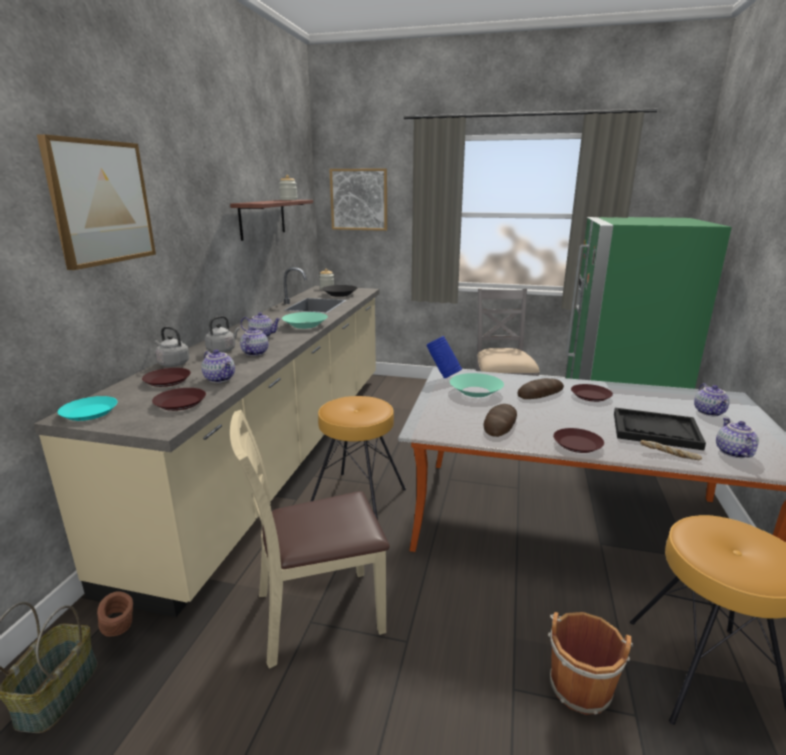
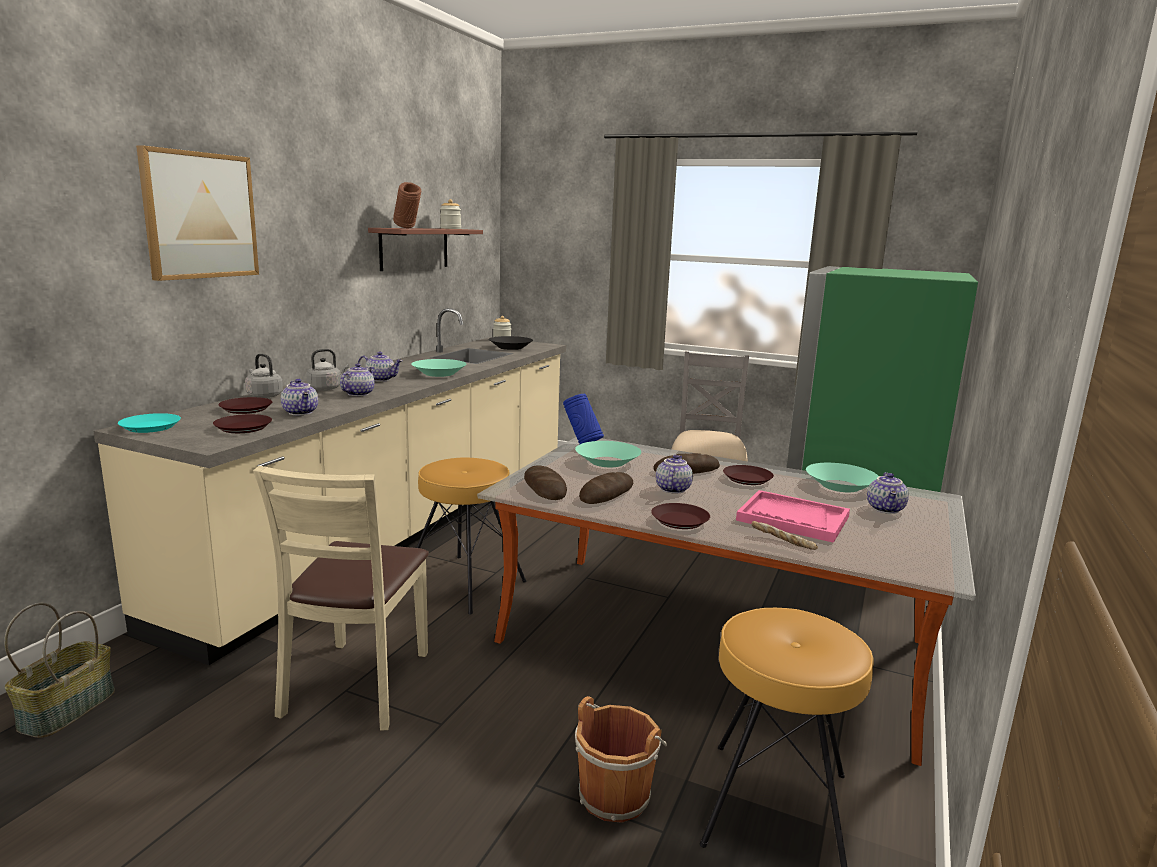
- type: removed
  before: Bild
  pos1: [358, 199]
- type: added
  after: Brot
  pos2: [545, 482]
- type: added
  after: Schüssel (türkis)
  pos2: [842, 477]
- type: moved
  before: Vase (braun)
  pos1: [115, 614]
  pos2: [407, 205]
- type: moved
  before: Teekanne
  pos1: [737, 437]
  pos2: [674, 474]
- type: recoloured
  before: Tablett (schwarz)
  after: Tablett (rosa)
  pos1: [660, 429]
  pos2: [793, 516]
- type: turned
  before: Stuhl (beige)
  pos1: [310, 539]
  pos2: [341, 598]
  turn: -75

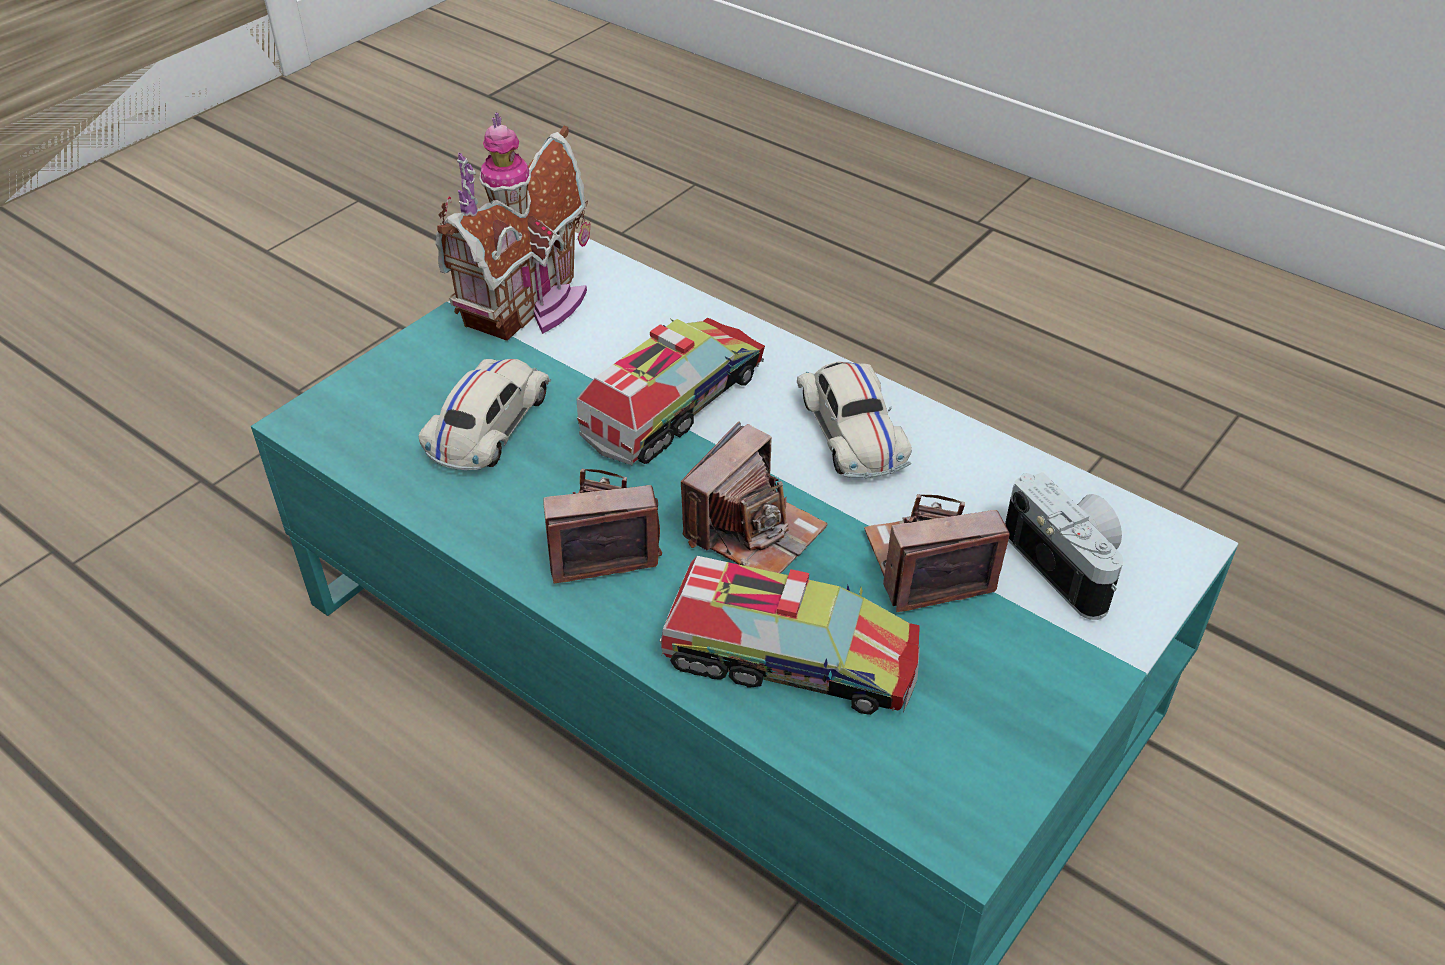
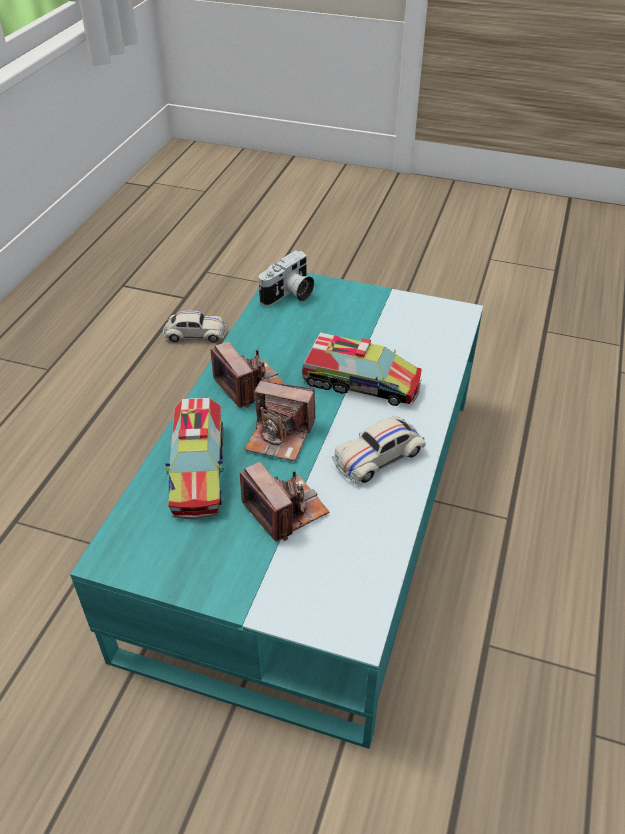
- type: removed
  before: Spielzeughaus
  pos1: [513, 226]
- type: moved
  before: Spielzeugauto (weiß)
  pos1: [484, 414]
  pos2: [195, 327]
- type: moved
  before: Kamera
  pos1: [1064, 546]
  pos2: [286, 278]

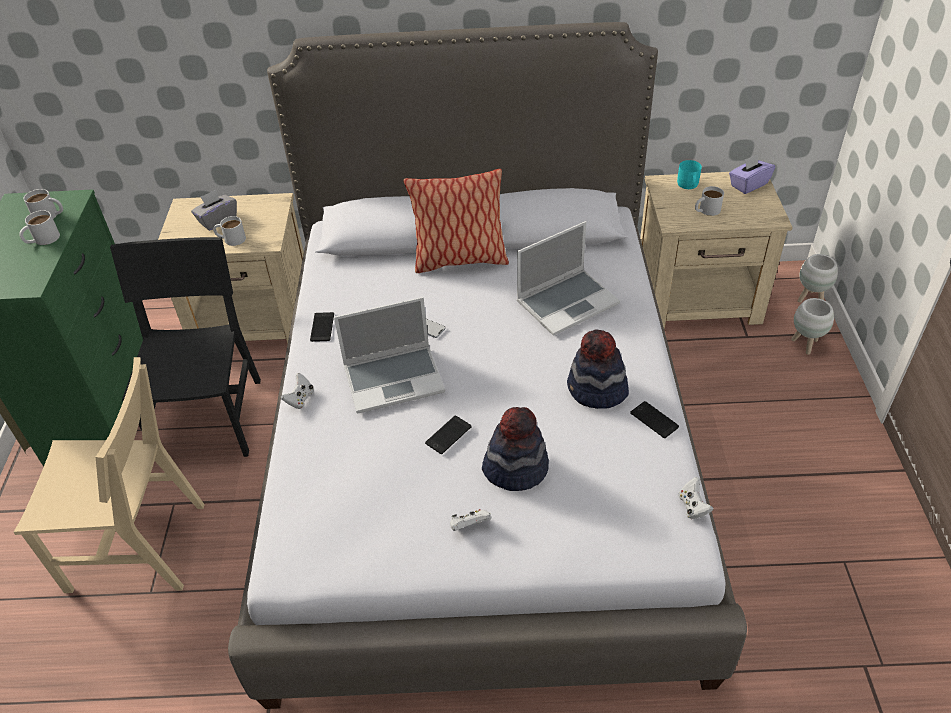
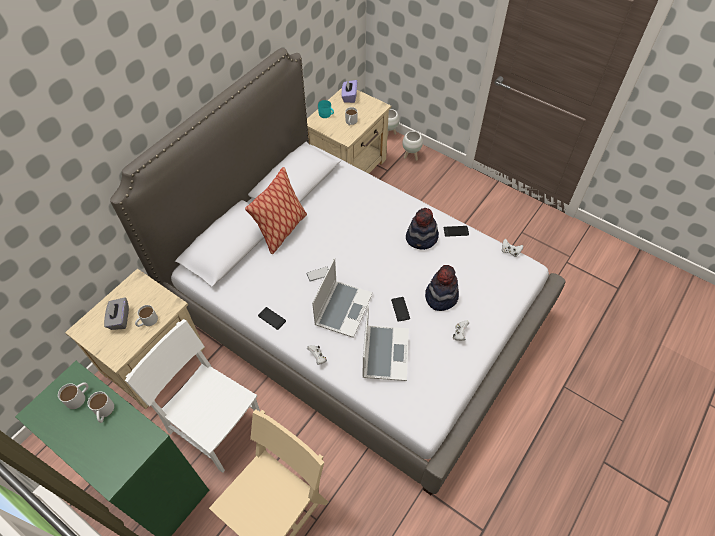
- type: moved
  before: Laptop
  pos1: [568, 278]
  pos2: [385, 342]
- type: recoloured
  before: Stuhl (schwarz)
  after: Stuhl (weiß)
  pos1: [185, 347]
  pos2: [192, 396]

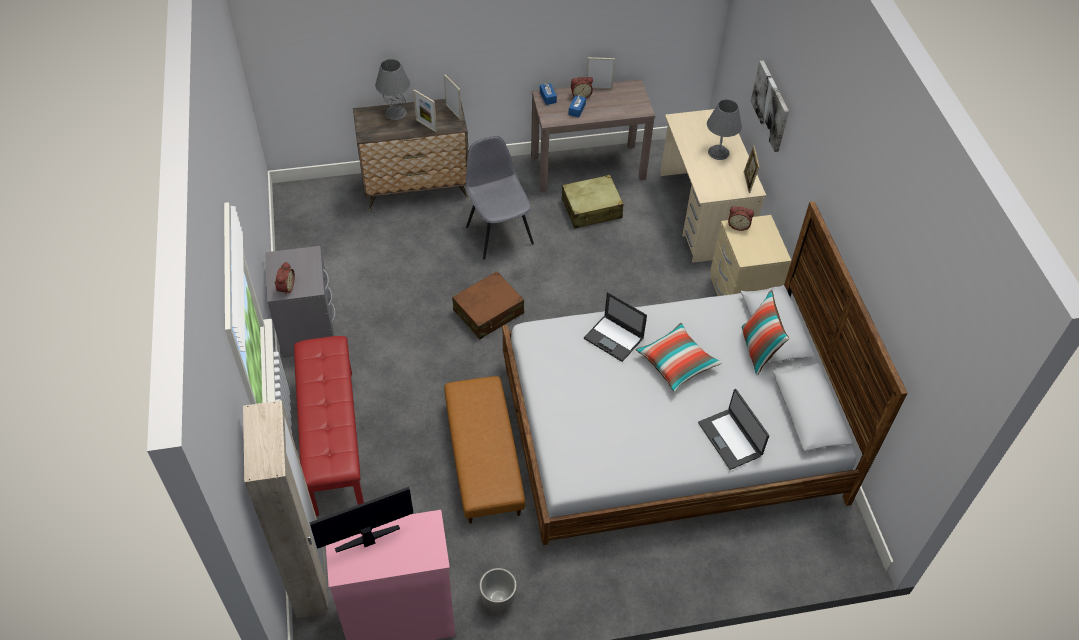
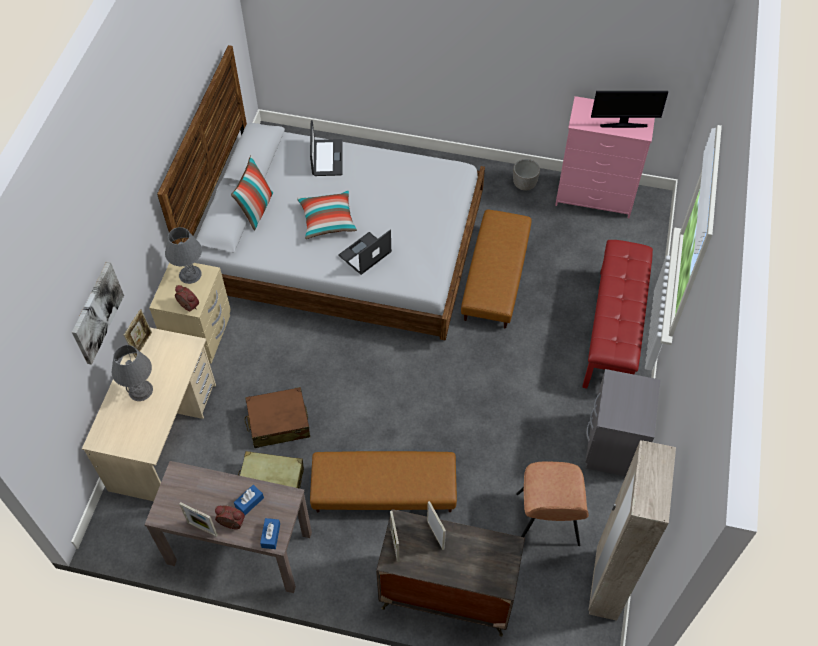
- type: removed
  before: Wecker
  pos1: [284, 279]
- type: added
  after: Stuhl (braun)
  pos2: [552, 504]
- type: moved
  before: Kleiderschrank (beige)
  pos1: [285, 509]
  pos2: [632, 530]
- type: moved
  before: Tischlampe (grau)
  pos1: [392, 89]
  pos2: [183, 255]
- type: moved
  before: Koffer (braun)
  pos1: [488, 305]
  pos2: [277, 417]
- type: replaced
  before: Stuhl (grau)
  after: Polsterhocker (braun)
  pos1: [500, 197]
  pos2: [383, 481]
- type: turned
  before: Laptop
  pos1: [615, 327]
  pos2: [365, 252]
  turn: -105

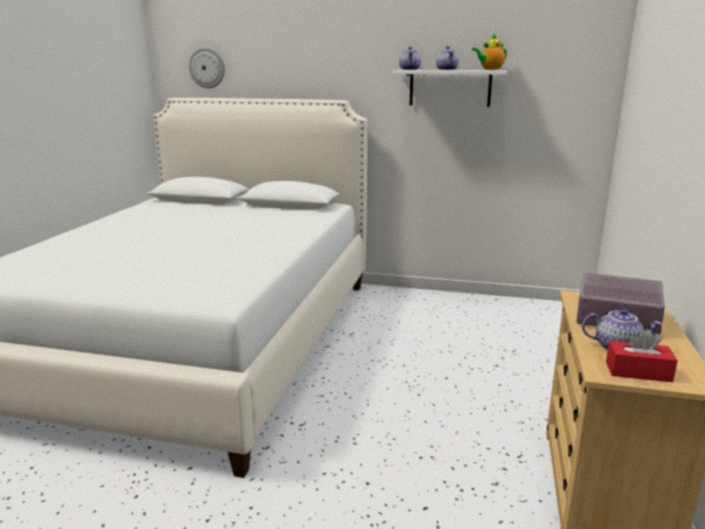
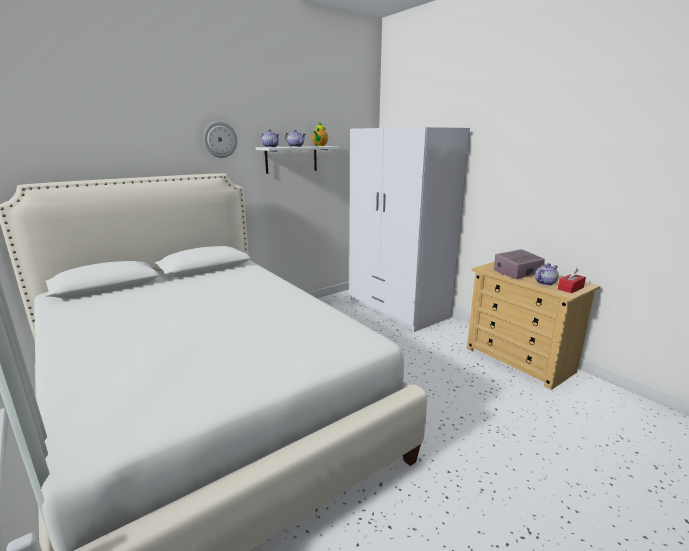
- type: added
  after: Kleiderschrank (weiß)
  pos2: [409, 229]
- type: moved
  before: Wanduhr
  pos1: [206, 67]
  pos2: [220, 139]

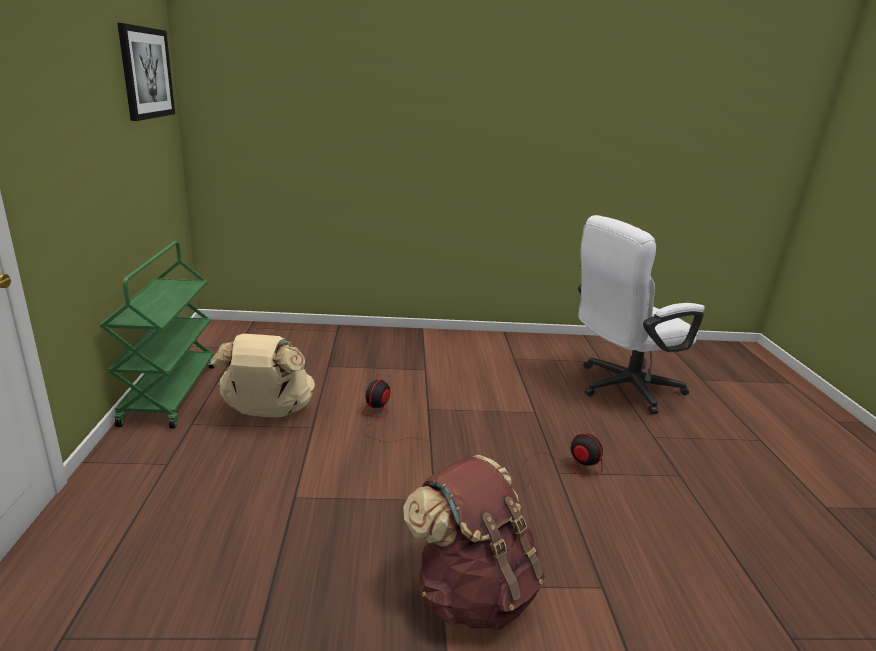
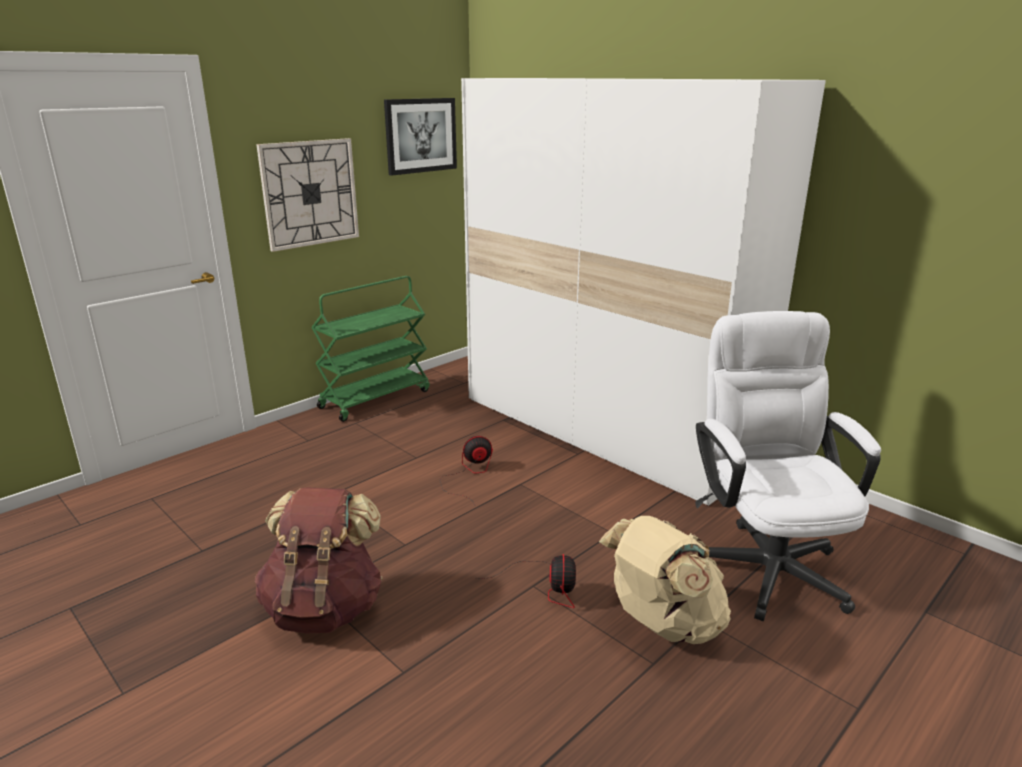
- type: added
  after: Wanduhr
  pos2: [307, 195]
- type: added
  after: Kleiderschrank (weiß)
  pos2: [643, 292]
- type: moved
  before: Rucksack (beige)
  pos1: [263, 375]
  pos2: [665, 580]
- type: turned
  before: Bürostuhl (weiß)
  pos1: [641, 314]
  pos2: [788, 466]
  turn: 60

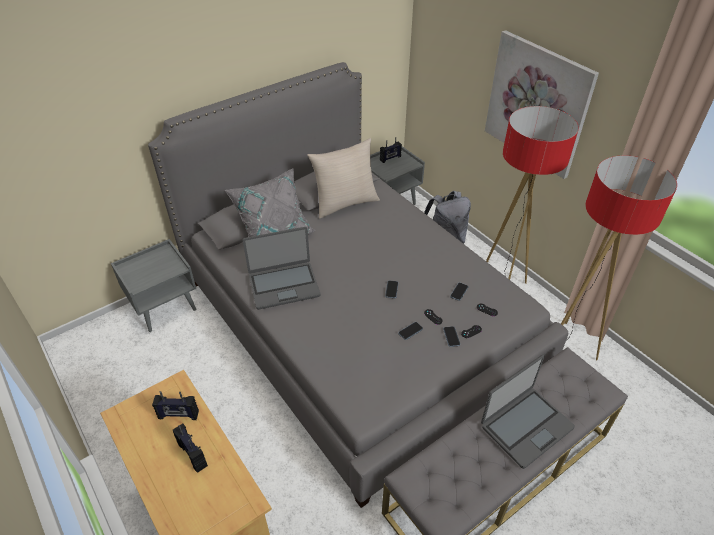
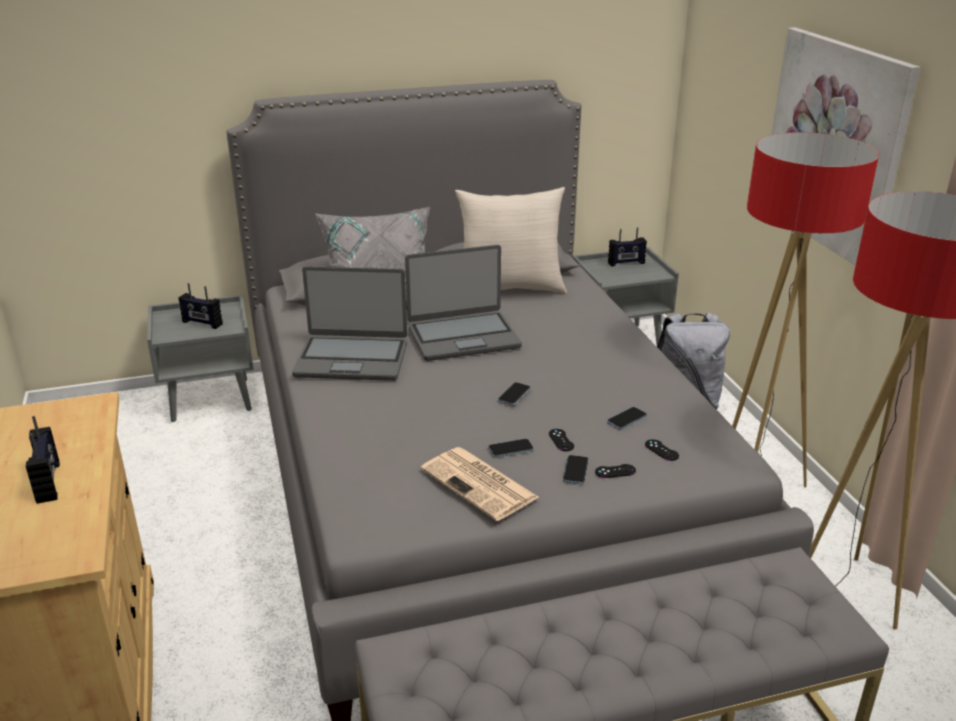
- type: added
  after: Zeitung
  pos2: [480, 484]
- type: moved
  before: Radio
  pos1: [175, 405]
  pos2: [200, 306]
- type: moved
  before: Laptop
  pos1: [528, 412]
  pos2: [463, 303]

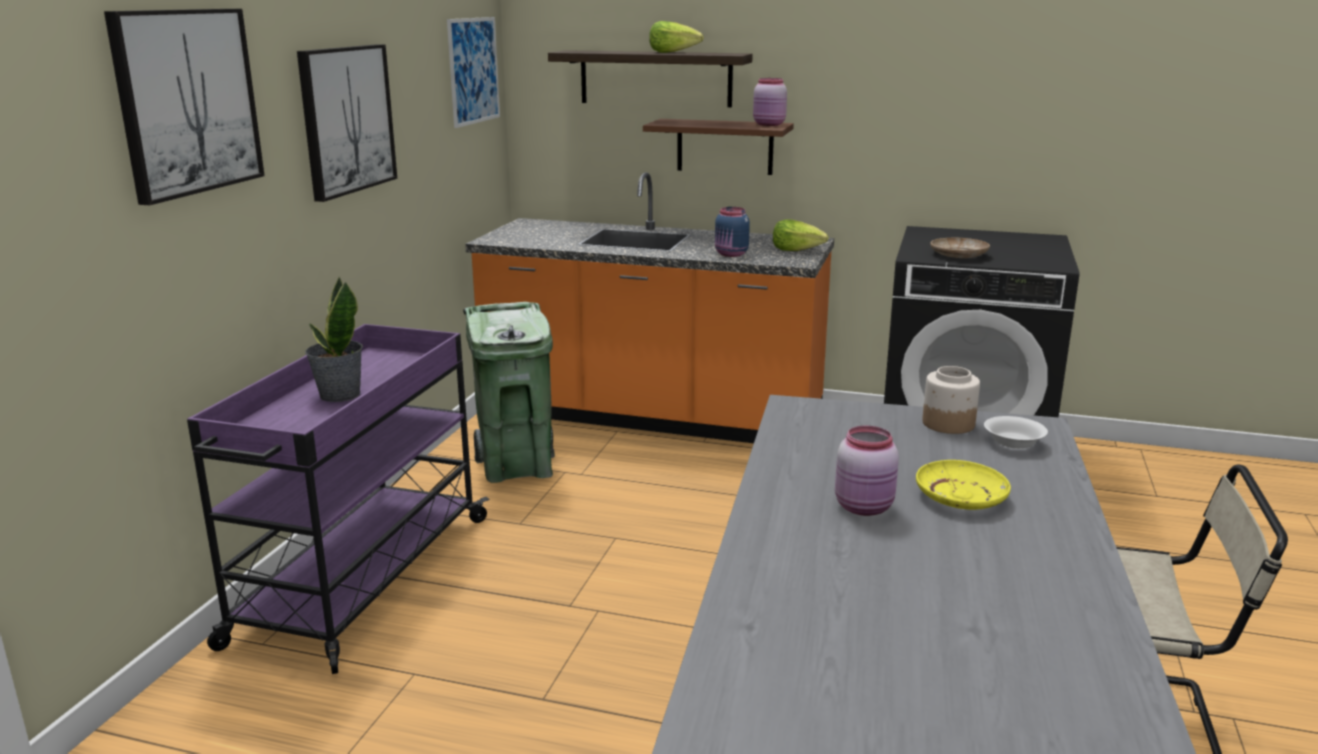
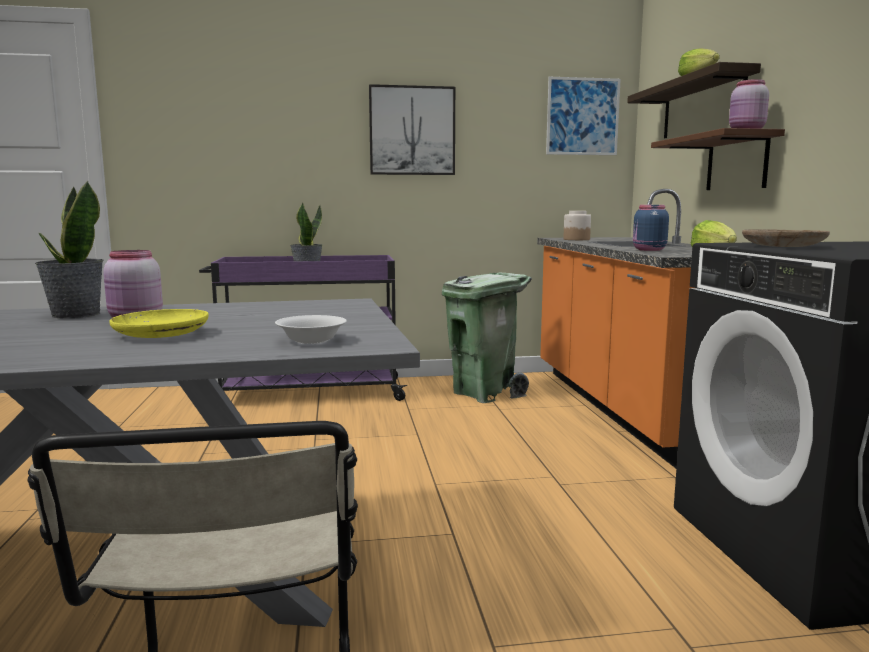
- type: removed
  before: Bild
  pos1: [184, 107]
- type: added
  after: Topfpflanze
  pos2: [69, 249]
- type: moved
  before: Vorratsglas
  pos1: [951, 400]
  pos2: [577, 225]

